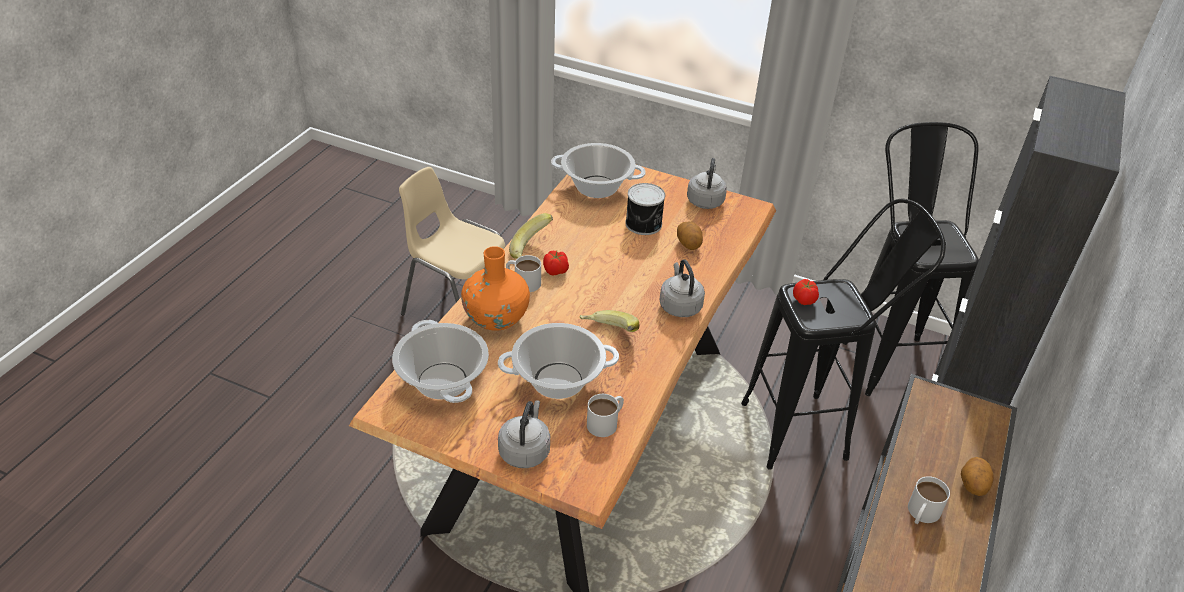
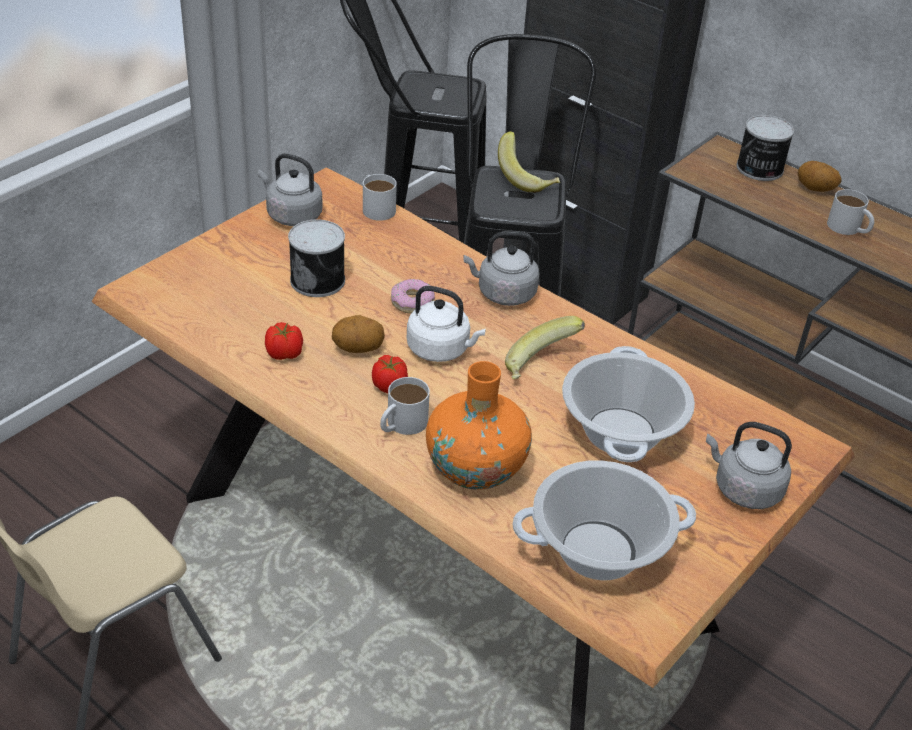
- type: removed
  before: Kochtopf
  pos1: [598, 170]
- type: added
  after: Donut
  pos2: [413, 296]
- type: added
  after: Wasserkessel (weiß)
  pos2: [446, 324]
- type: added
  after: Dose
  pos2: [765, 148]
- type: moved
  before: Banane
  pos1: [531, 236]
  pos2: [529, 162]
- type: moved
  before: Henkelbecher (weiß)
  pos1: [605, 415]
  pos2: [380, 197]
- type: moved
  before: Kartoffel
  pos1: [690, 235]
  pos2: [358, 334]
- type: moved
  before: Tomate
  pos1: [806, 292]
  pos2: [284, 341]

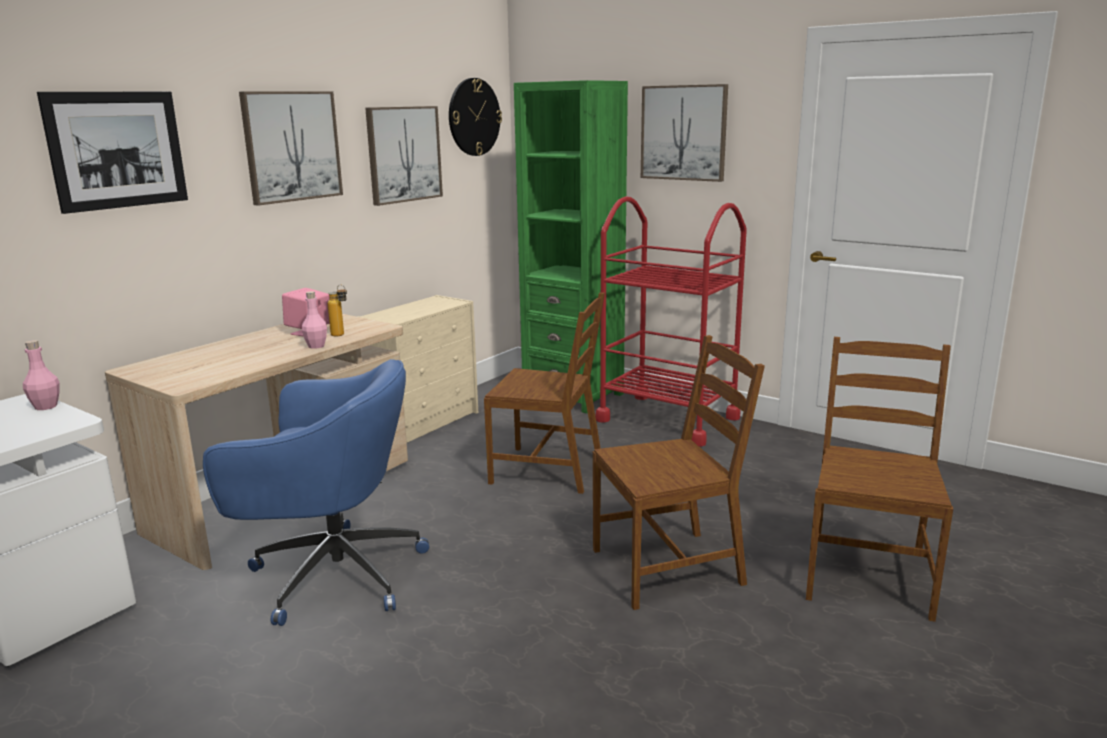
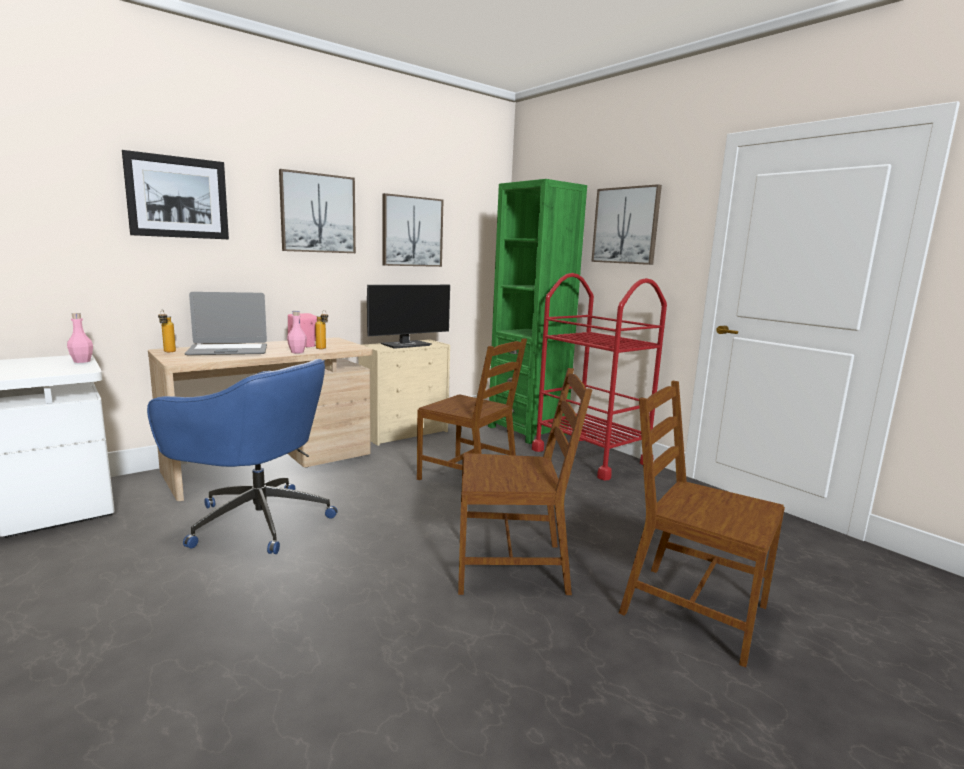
- type: removed
  before: Wanduhr
  pos1: [475, 117]
- type: added
  after: Flasche
  pos2: [167, 331]
- type: added
  after: Laptop
  pos2: [226, 323]
- type: added
  after: Monitor
  pos2: [408, 317]
- type: turned
  before: Stuhl (braun)
  pos1: [879, 479]
  pos2: [702, 524]
  turn: -90

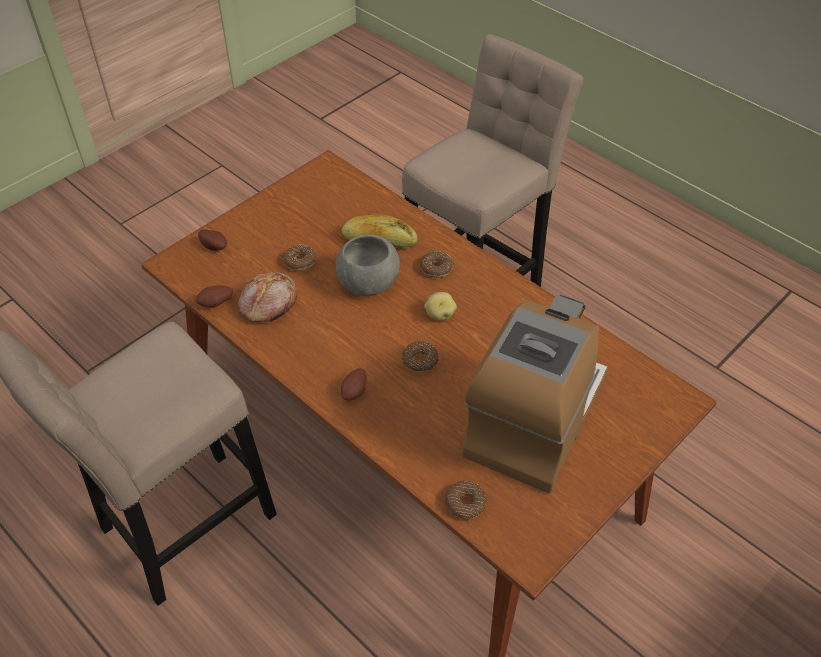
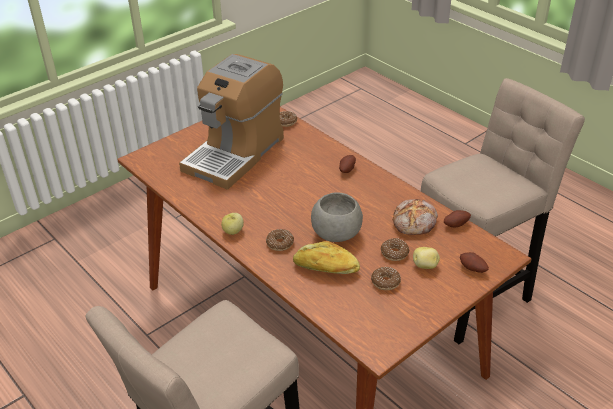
- type: added
  after: Apfel
  pos2: [232, 224]
- type: moved
  before: Donut
  pos1: [420, 357]
  pos2: [386, 278]
- type: moved
  before: Kartoffel
  pos1: [440, 306]
  pos2: [426, 258]

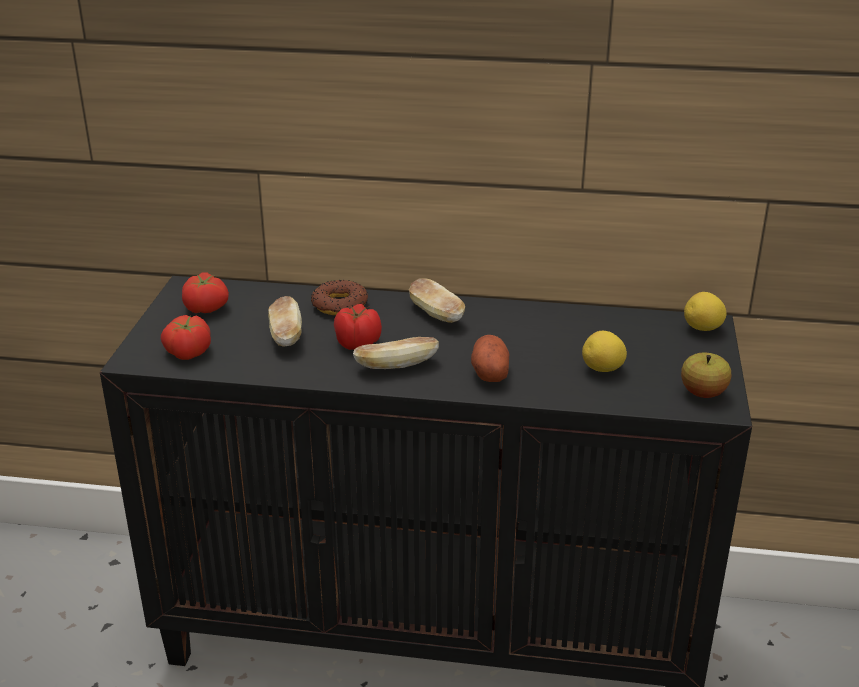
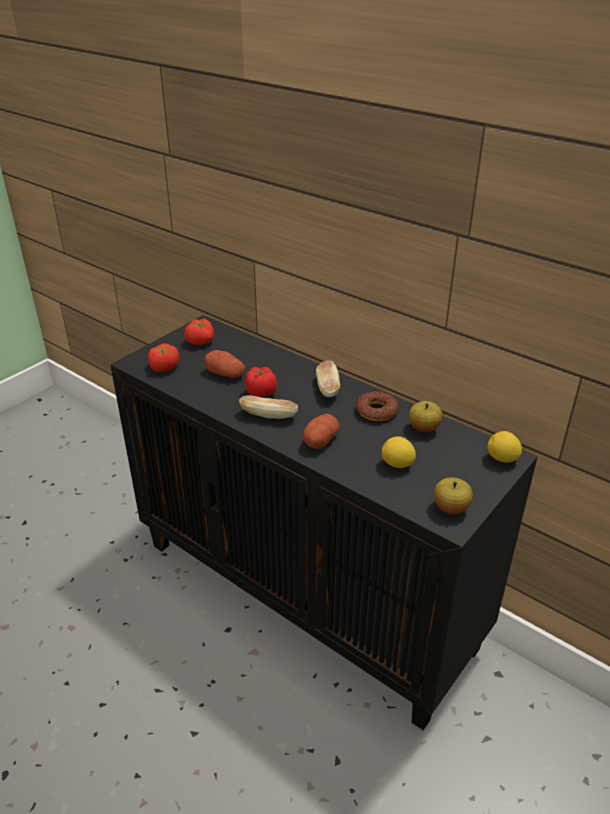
- type: added
  after: Apfel
  pos2: [426, 416]
- type: moved
  before: Donut
  pos1: [339, 297]
  pos2: [377, 406]
- type: replaced
  before: Brot
  after: Kartoffel
  pos1: [285, 321]
  pos2: [225, 364]

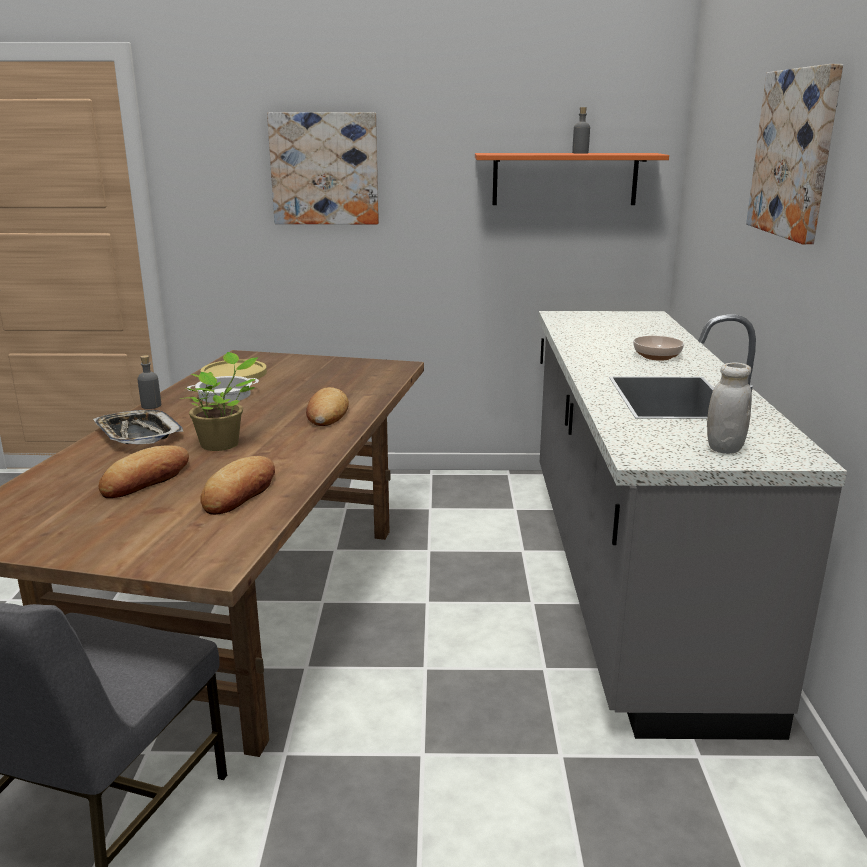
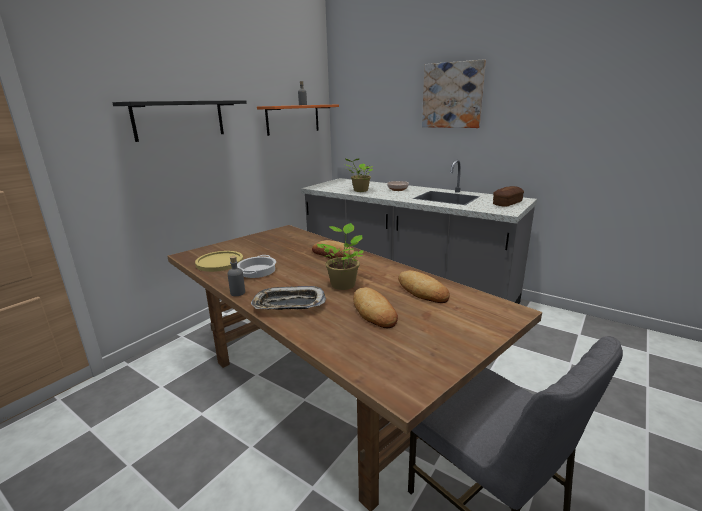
- type: added
  after: Topfpflanze
  pos2: [359, 175]
- type: replaced
  before: Bild
  after: Wandregal (schwarz)
  pos1: [323, 168]
  pos2: [179, 121]
- type: replaced
  before: Vorratsglas (weiß)
  after: Brot
  pos1: [729, 408]
  pos2: [508, 196]

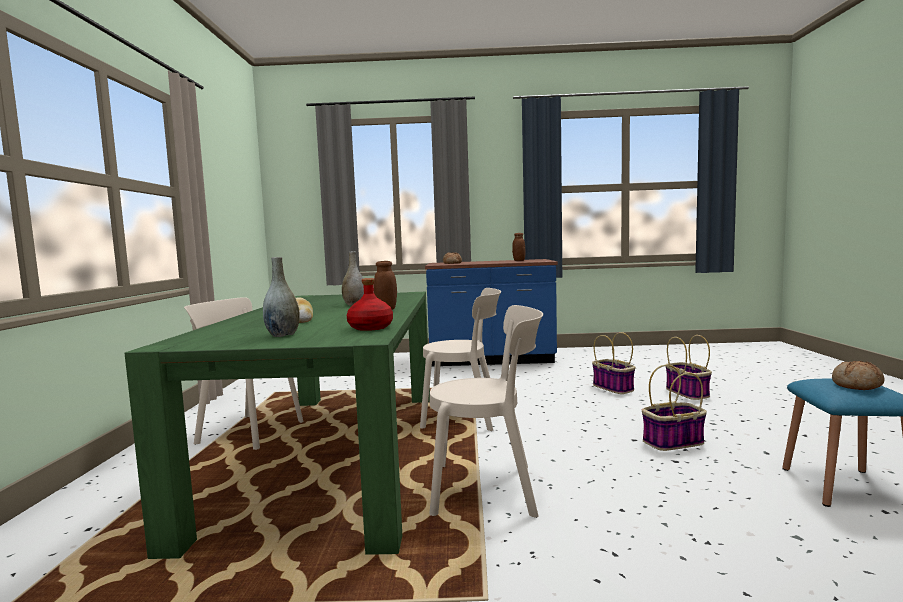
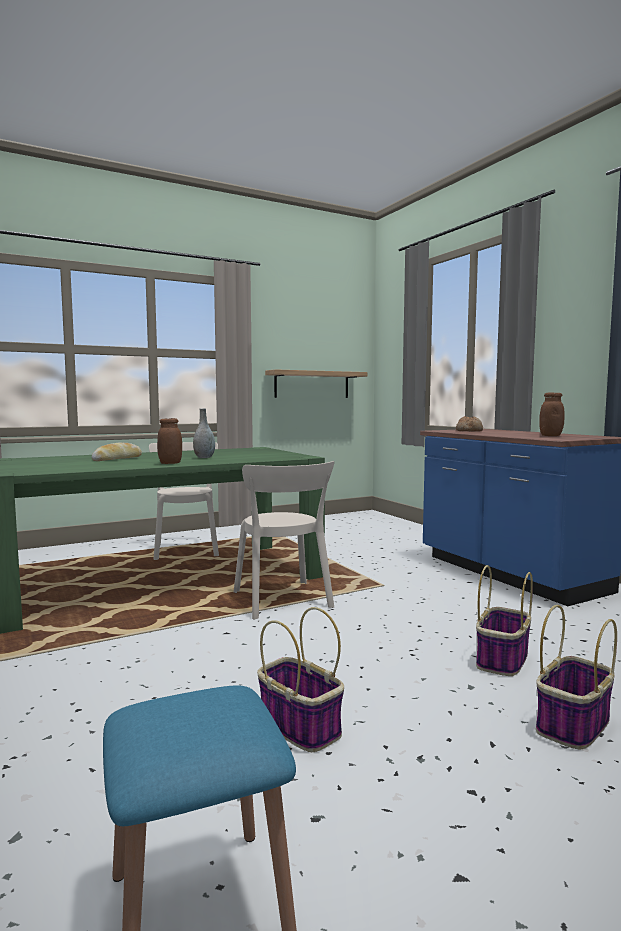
- type: removed
  before: Vase (grau)
  pos1: [281, 297]
- type: removed
  before: Flasche (rot)
  pos1: [370, 304]
- type: removed
  before: Stuhl (beige)
  pos1: [486, 411]
- type: removed
  before: Brot
  pos1: [858, 375]
- type: added
  after: Wandregal
  pos2: [316, 383]

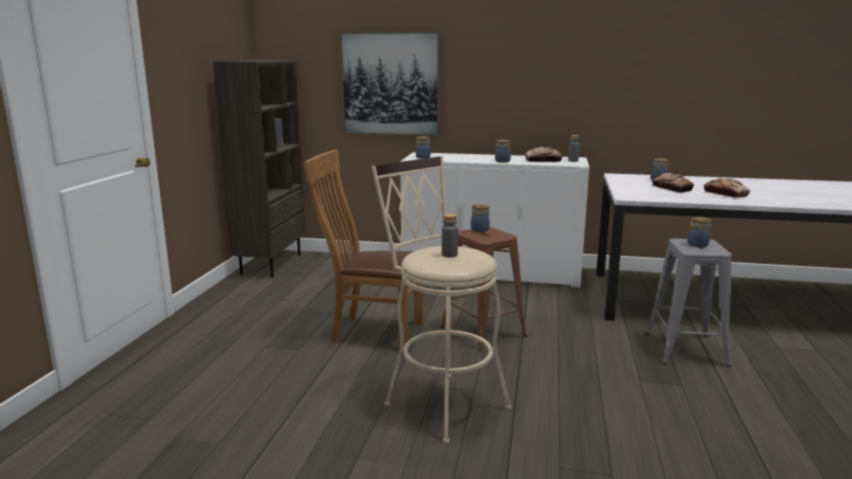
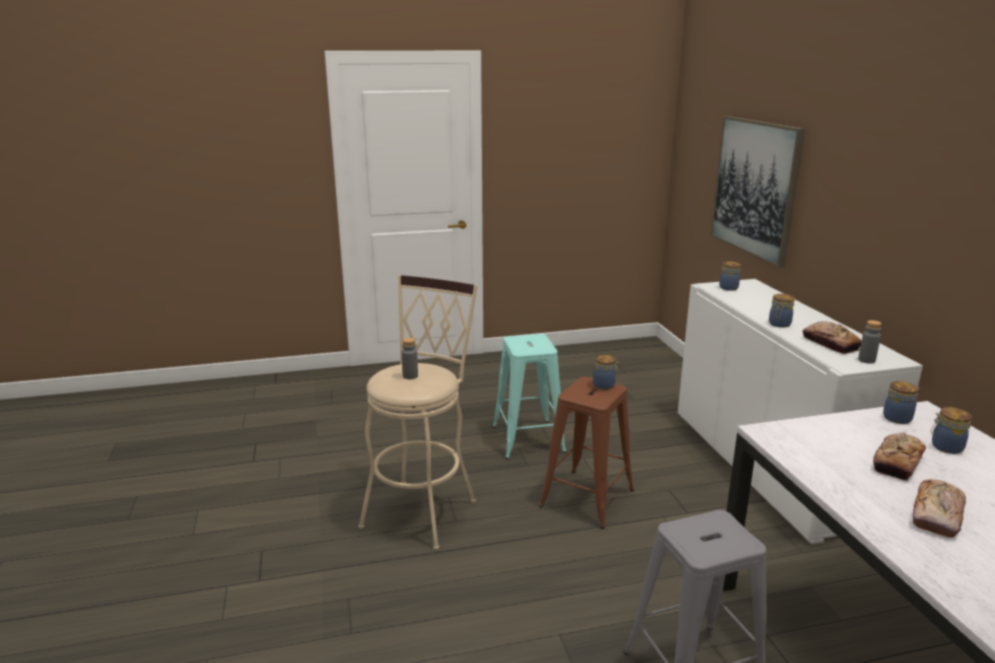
- type: removed
  before: Bücherregal (braun)
  pos1: [259, 168]
- type: moved
  before: Vorratsglas
  pos1: [699, 232]
  pos2: [901, 402]
- type: replaced
  before: Stuhl (braun)
  after: Hocker (türkis)
  pos1: [363, 249]
  pos2: [529, 396]

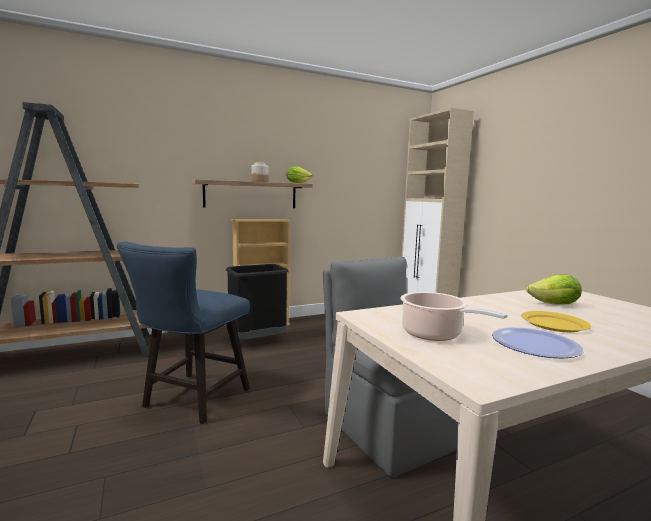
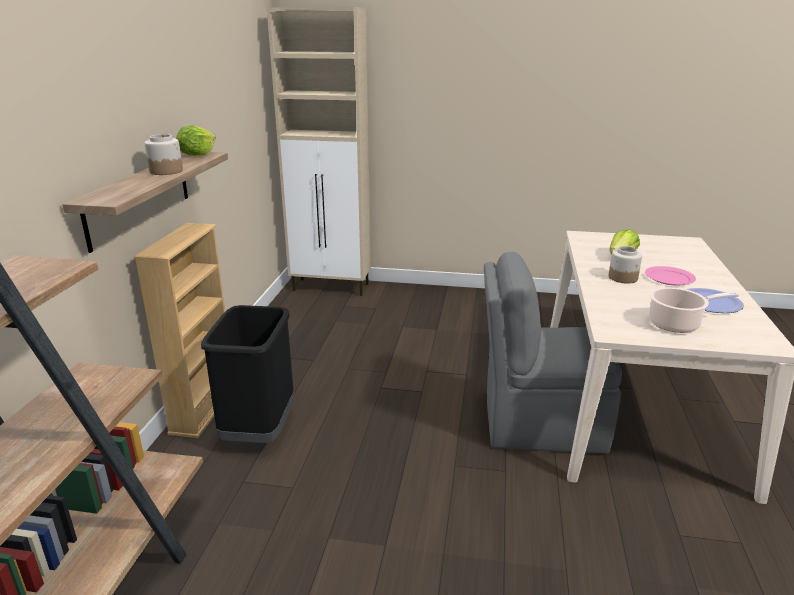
- type: removed
  before: Stuhl (blau)
  pos1: [183, 332]
- type: added
  after: Vorratsglas
  pos2: [625, 265]
- type: recoloured
  before: Teller (gelb)
  after: Teller (rosa)
  pos1: [556, 321]
  pos2: [670, 276]

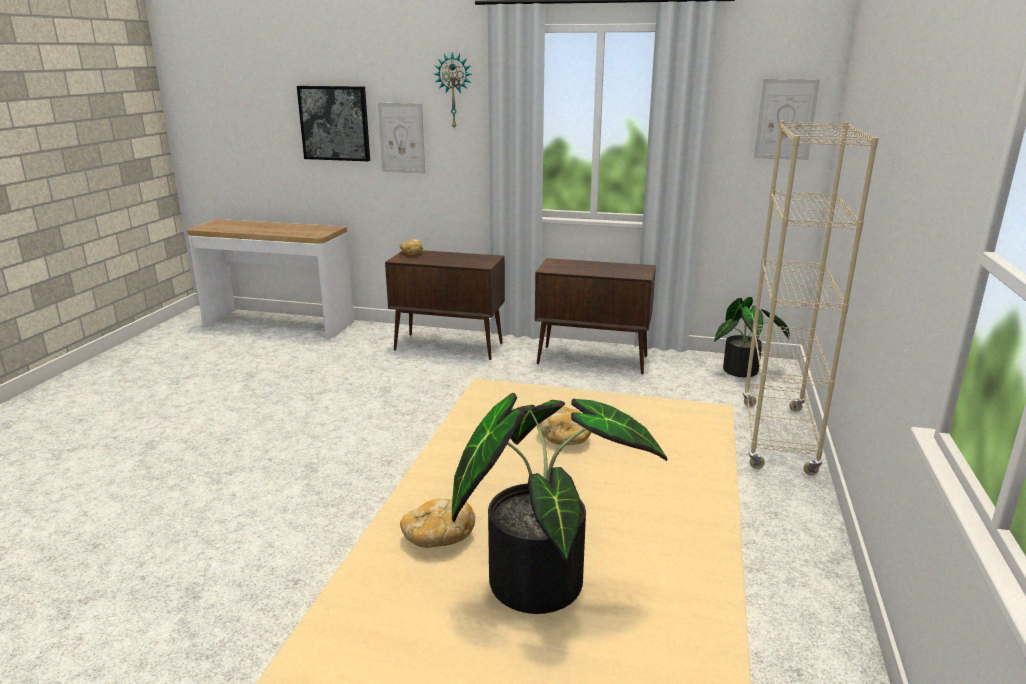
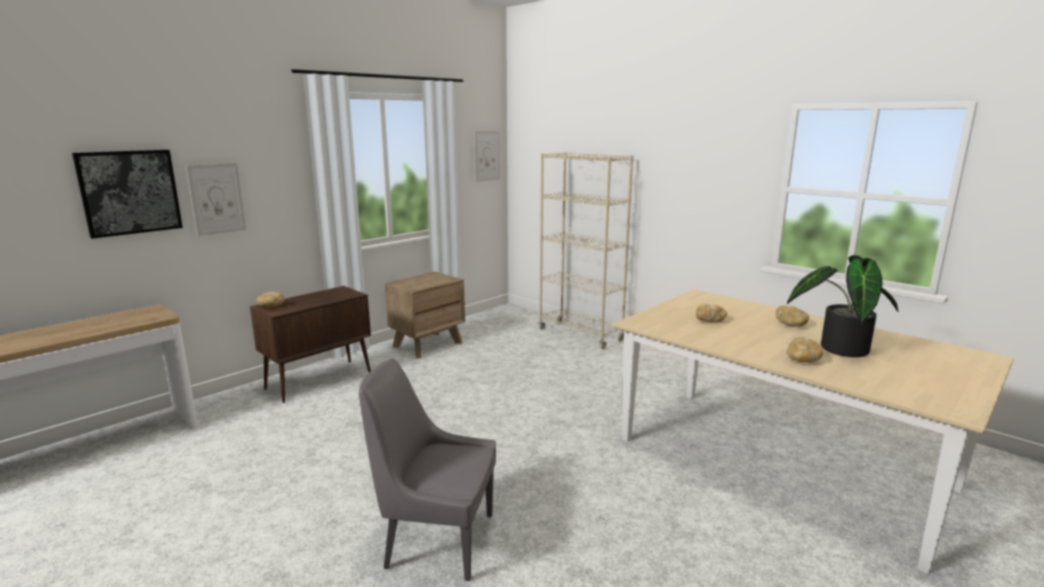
- type: removed
  before: Wanduhr
  pos1: [453, 91]
- type: removed
  before: Topfpflanze
  pos1: [752, 337]
- type: added
  after: Stuhl (grau)
  pos2: [427, 469]
- type: added
  after: Brot
  pos2: [792, 316]
- type: replaced
  before: Schrank (braun)
  after: Nachttisch (braun)
  pos1: [595, 316]
  pos2: [425, 315]

